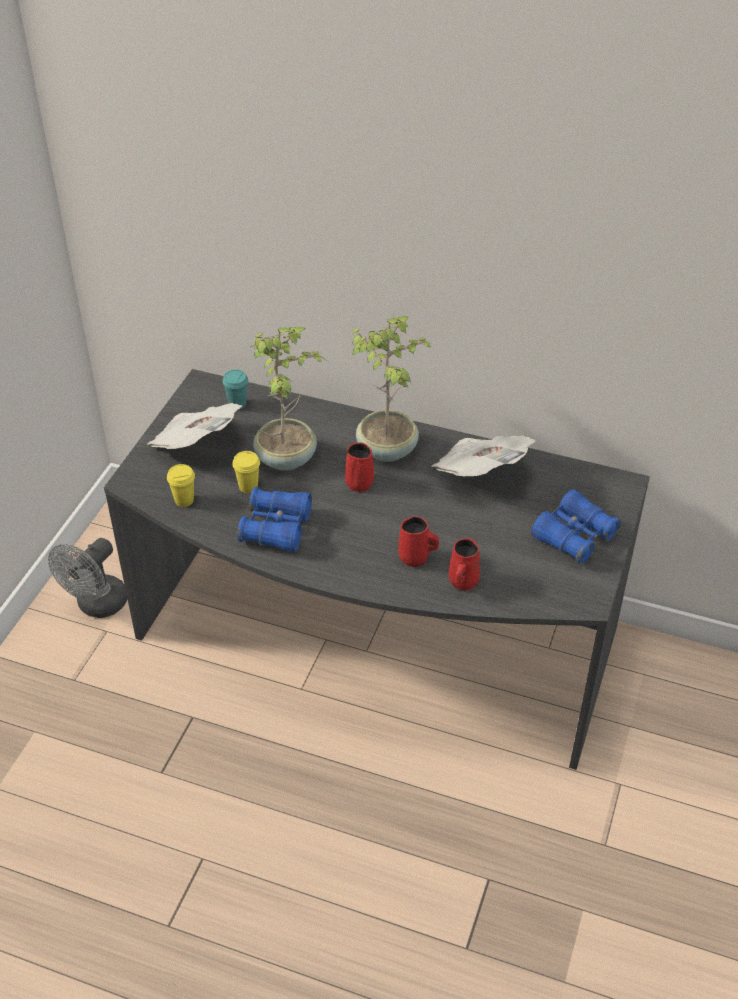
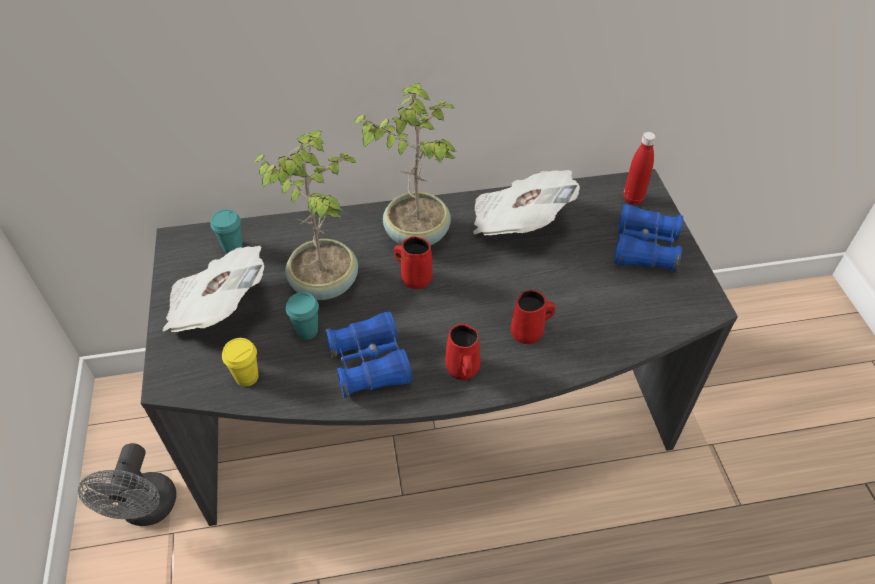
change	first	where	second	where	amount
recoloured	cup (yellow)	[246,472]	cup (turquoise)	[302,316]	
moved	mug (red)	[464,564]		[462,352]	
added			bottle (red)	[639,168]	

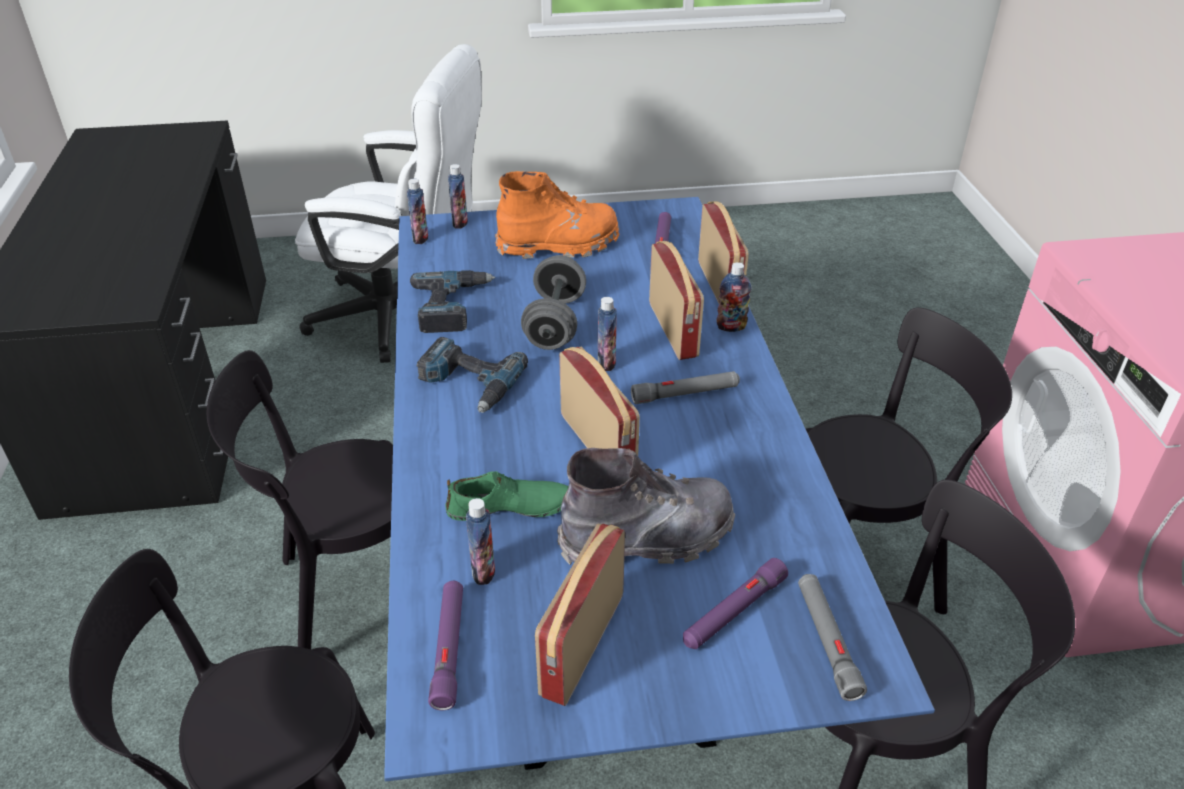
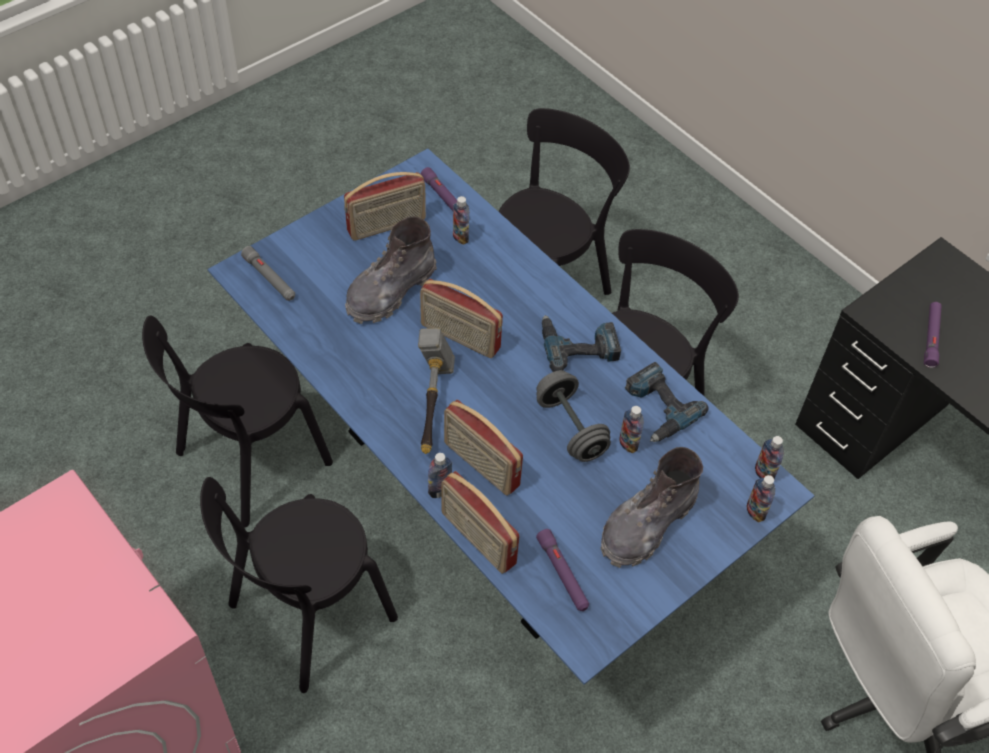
change	first	where	second	where	amount
turned	radio	[580,614]		[385,206]	75 degrees clockwise
replaced	flashlight (grey)	[685,387]	hammer	[436,391]	
recoloured	boot (orange)	[557,215]	boot (grey)	[651,507]	
moved	bottle	[607,334]		[631,429]	
moved	flashlight (purple)	[735,603]		[933,335]	
removed	shoe (green)	[507,496]			

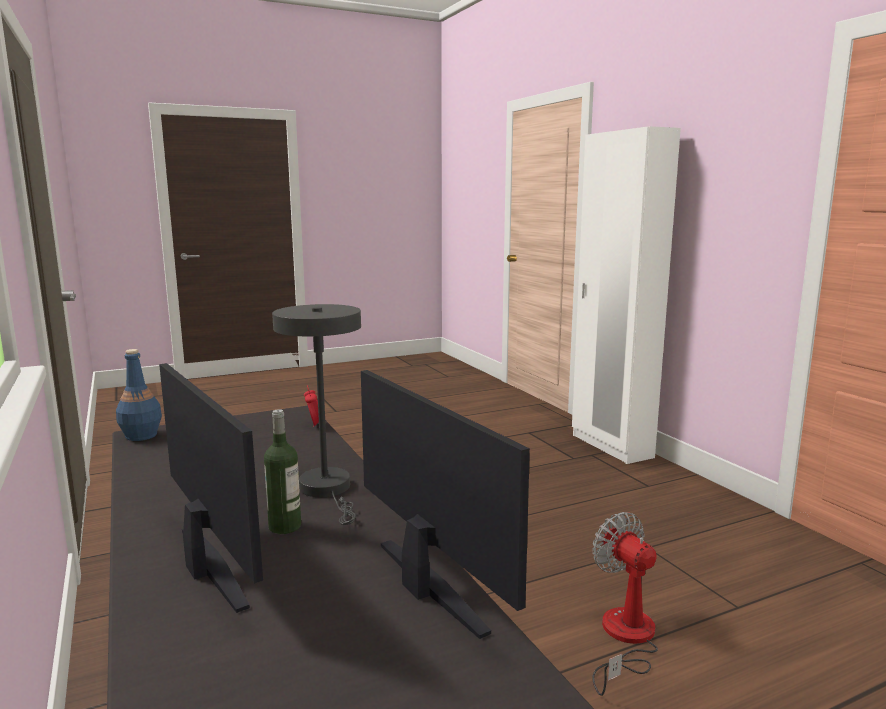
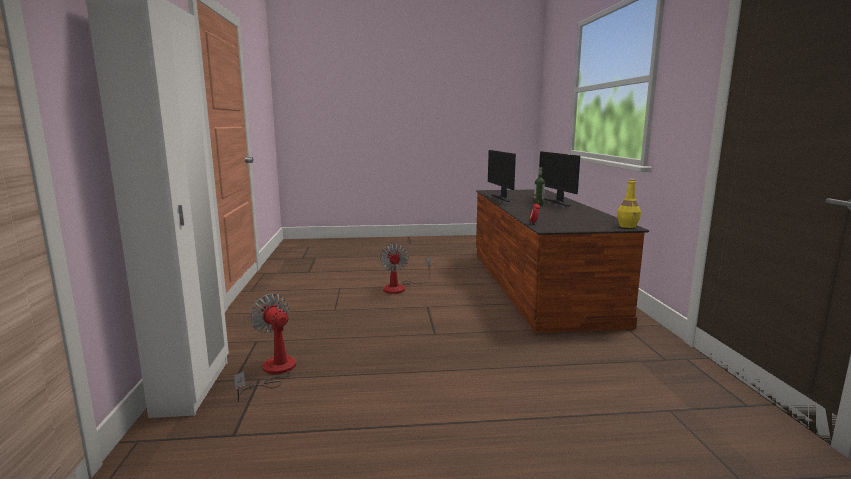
change	first	where	second	where	amount
added			fan	[265,347]	
recoloured	bottle (blue)	[139,395]	bottle (yellow)	[629,203]	
removed	table lamp (grey)	[316,414]			

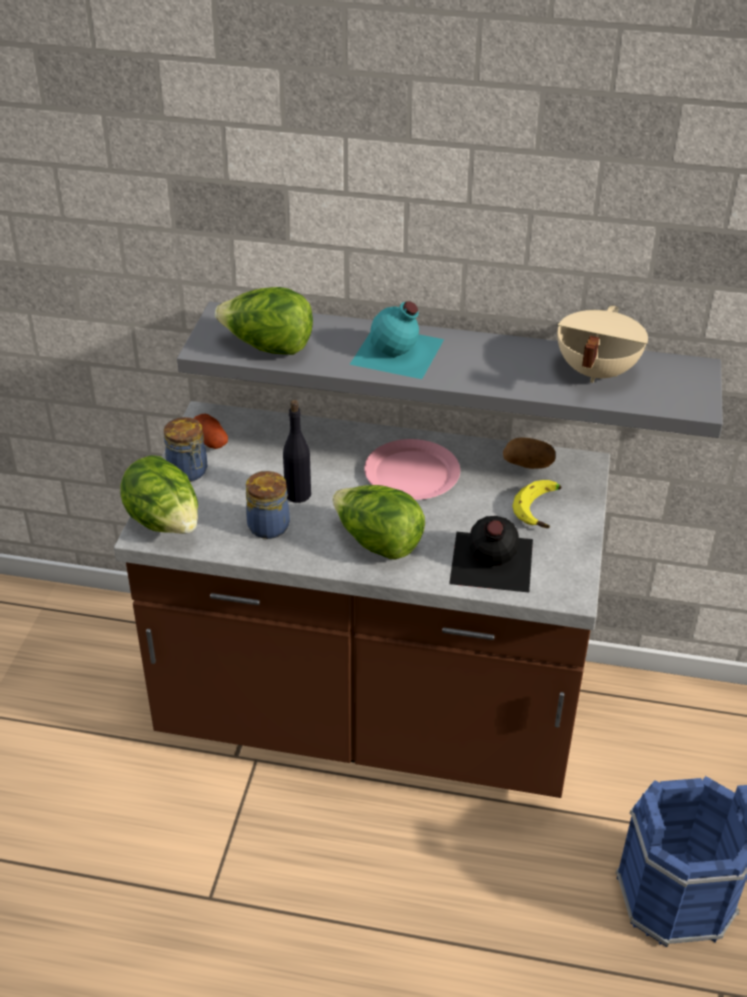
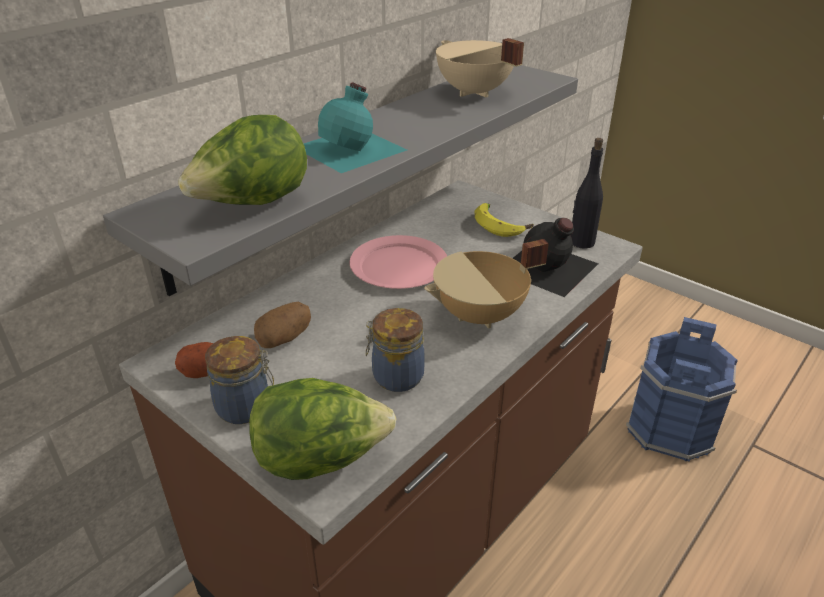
change	first	where	second	where	amount
moved	potato	[529,453]		[282,325]	
replaced	lettuce	[378,522]	cooking pot (beige)	[486,284]	
moved	bottle (black)	[297,451]		[586,193]	

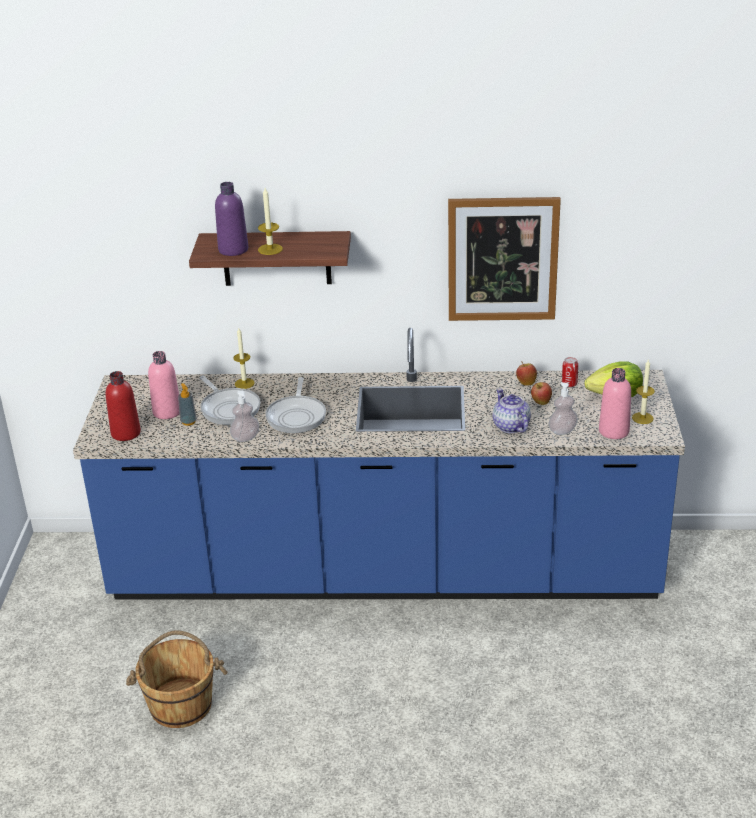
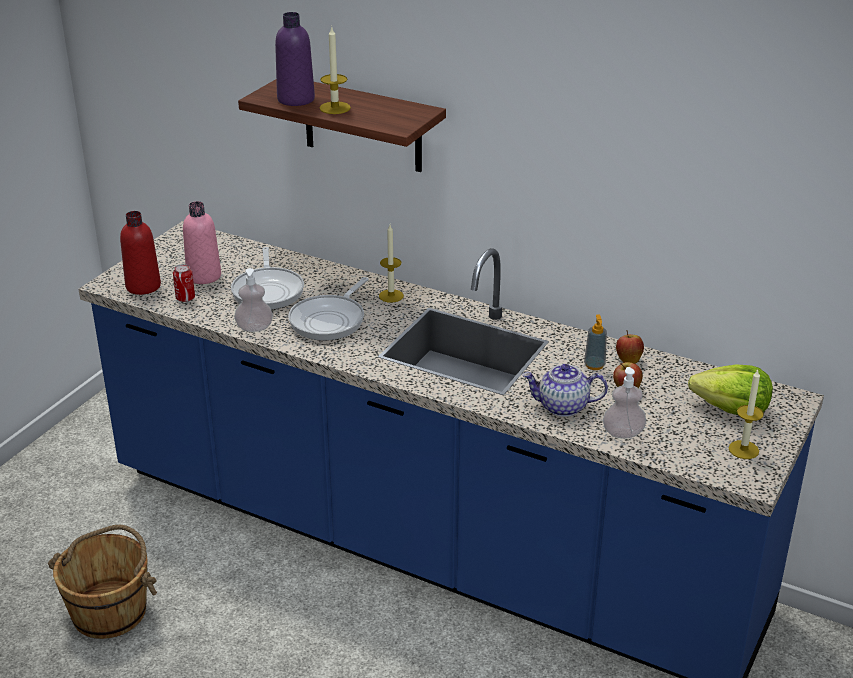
change	first	where	second	where	amount
moved	can	[570,372]		[184,283]	
moved	candle	[244,358]		[391,264]	
turned	teapot	[512,410]		[565,390]	90 degrees counterclockwise
moved	soap dispenser	[187,404]		[595,342]	
removed	picture	[504,259]			
removed	bottle (pink)	[615,403]			

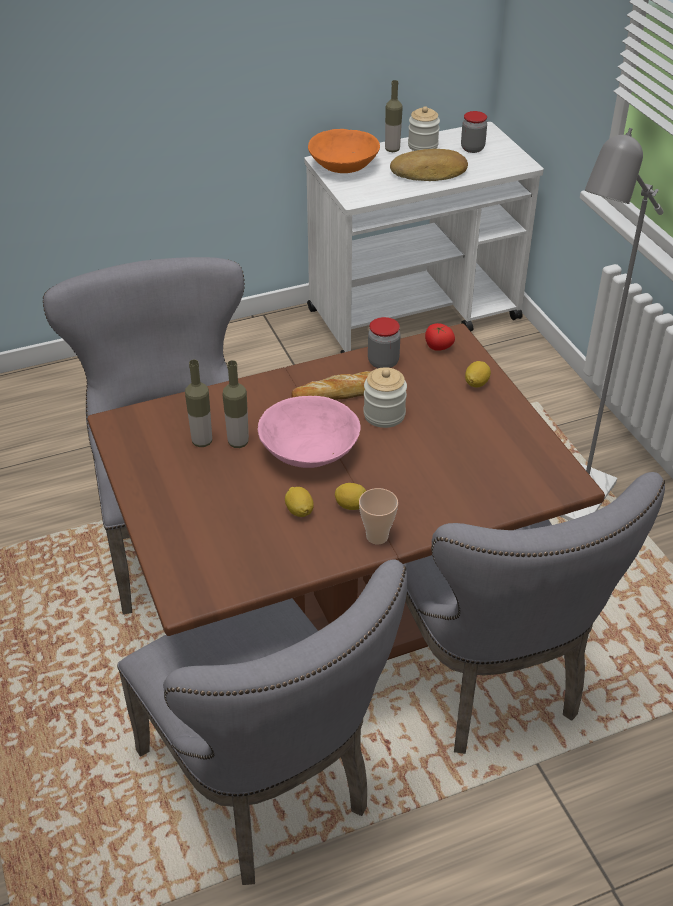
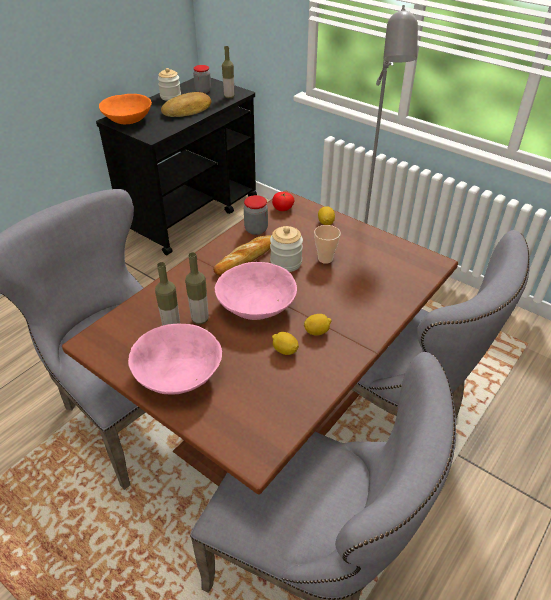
change	first	where	second	where	amount
recoloured	cart (white)	[424,237]	cart (black)	[176,166]	
added			bowl (pink)	[175,359]	
moved	bottle	[394,116]		[228,72]	
moved	cup	[378,516]		[327,244]	

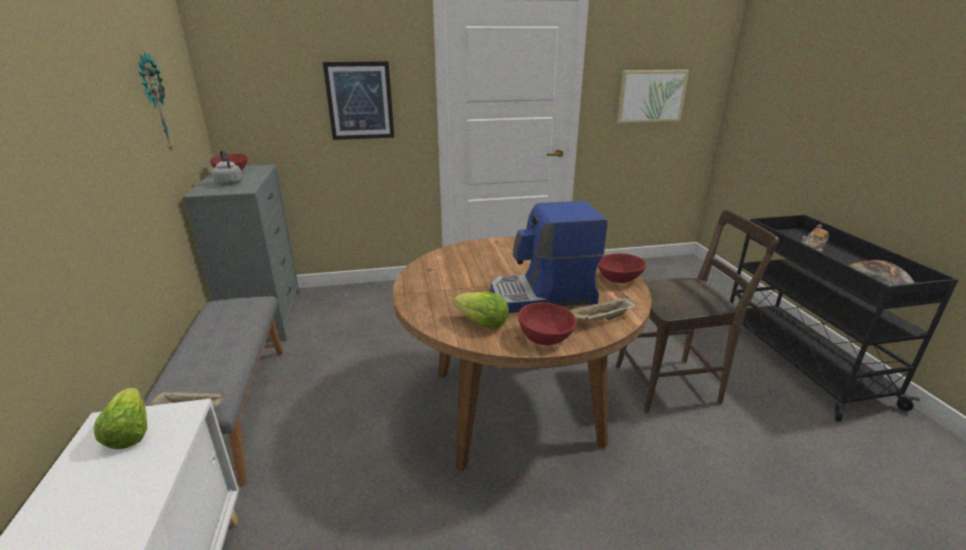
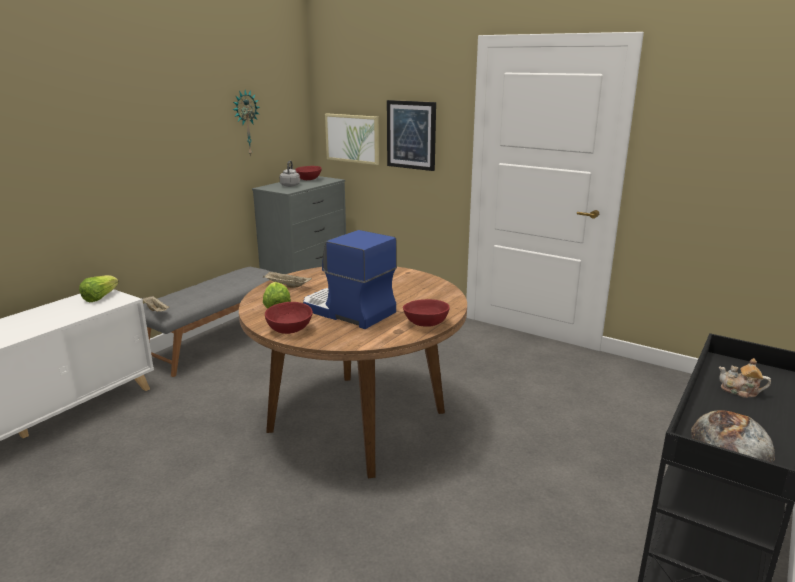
change	first	where	second	where	amount
moved	tray (beige)	[603,308]		[287,279]	
moved	picture	[653,96]		[352,139]	
removed	chair (brown)	[697,311]			

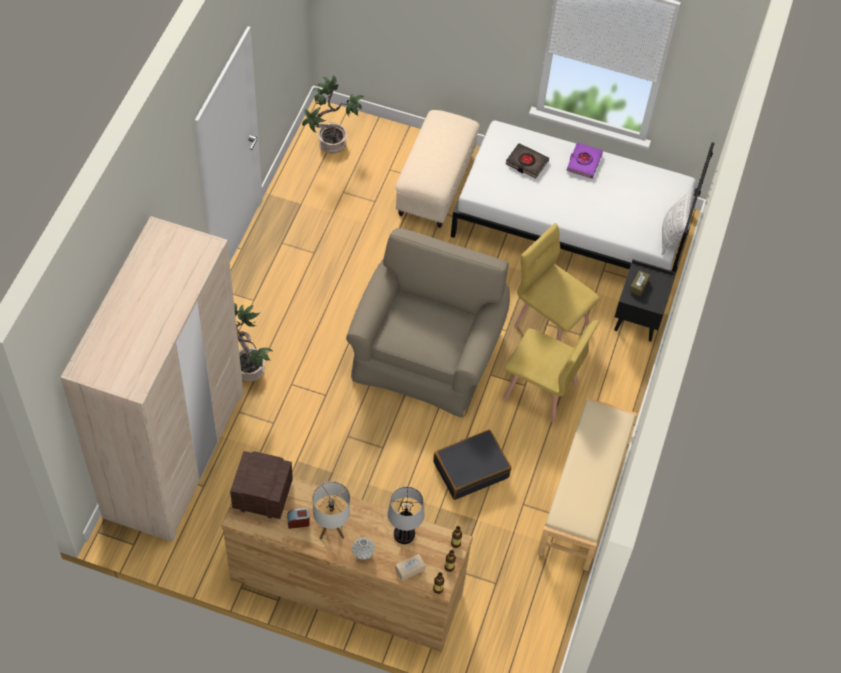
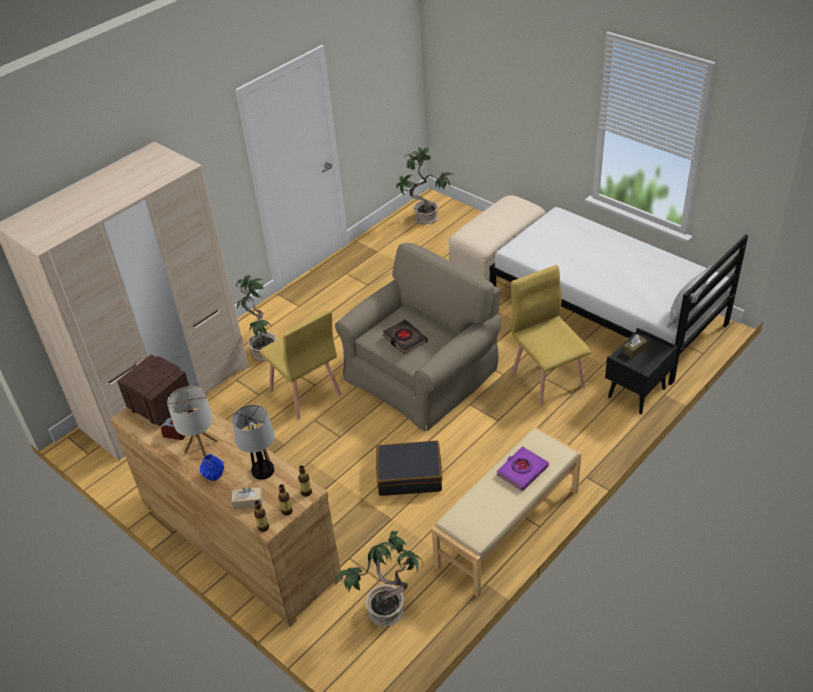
change	first	where	second	where	amount
recoloured	vase (grey)	[363,549]	vase (blue)	[212,467]	
moved	chair (yellow)	[551,372]		[300,365]	
added			potted plant	[379,579]	
moved	book (black)	[527,160]		[405,337]	
moved	book (purple)	[584,161]		[522,468]	

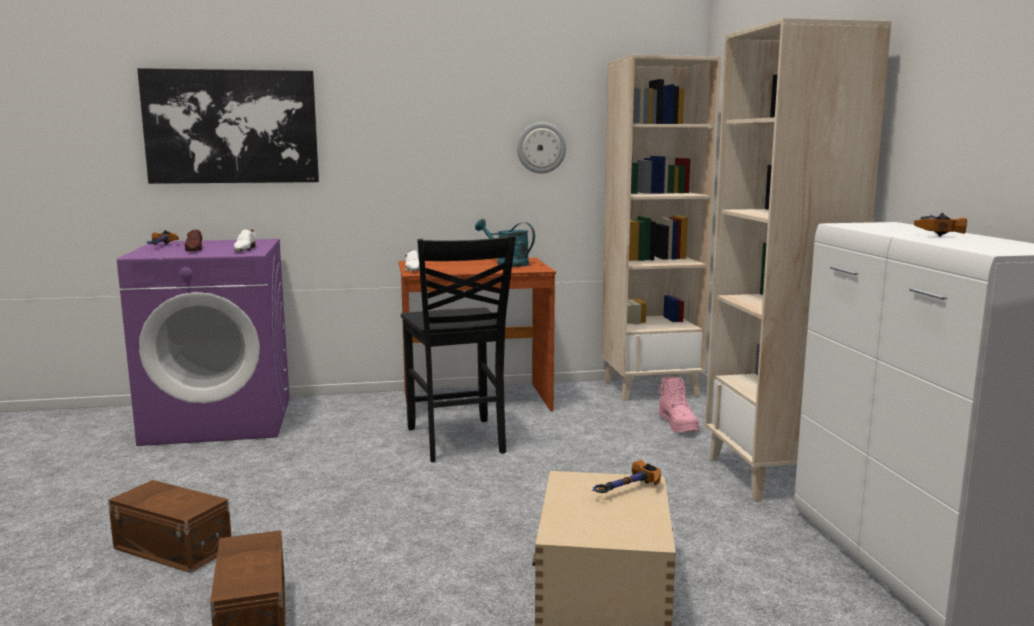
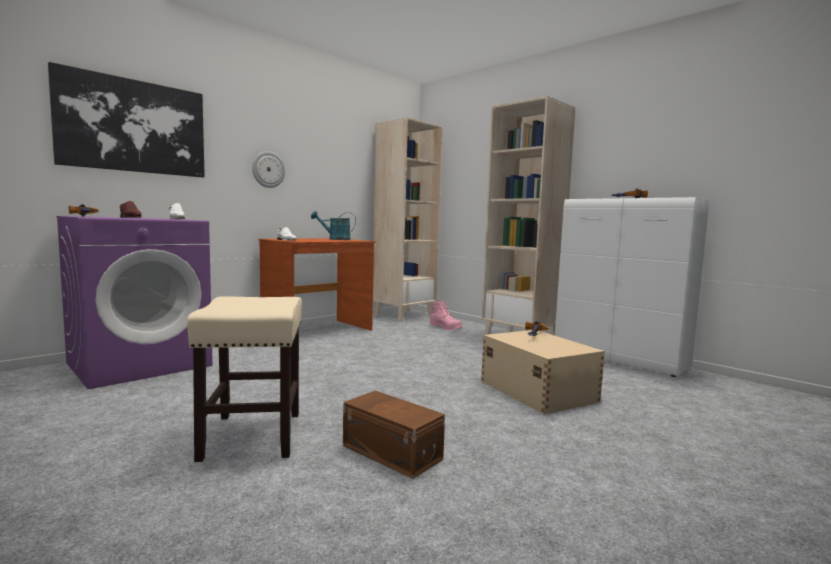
change	first	where	second	where	amount
replaced	storage box (brown)	[169,526]	stool (beige)	[244,379]	
moved	wall clock	[541,148]		[268,169]	
removed	chair (black)	[458,348]			

